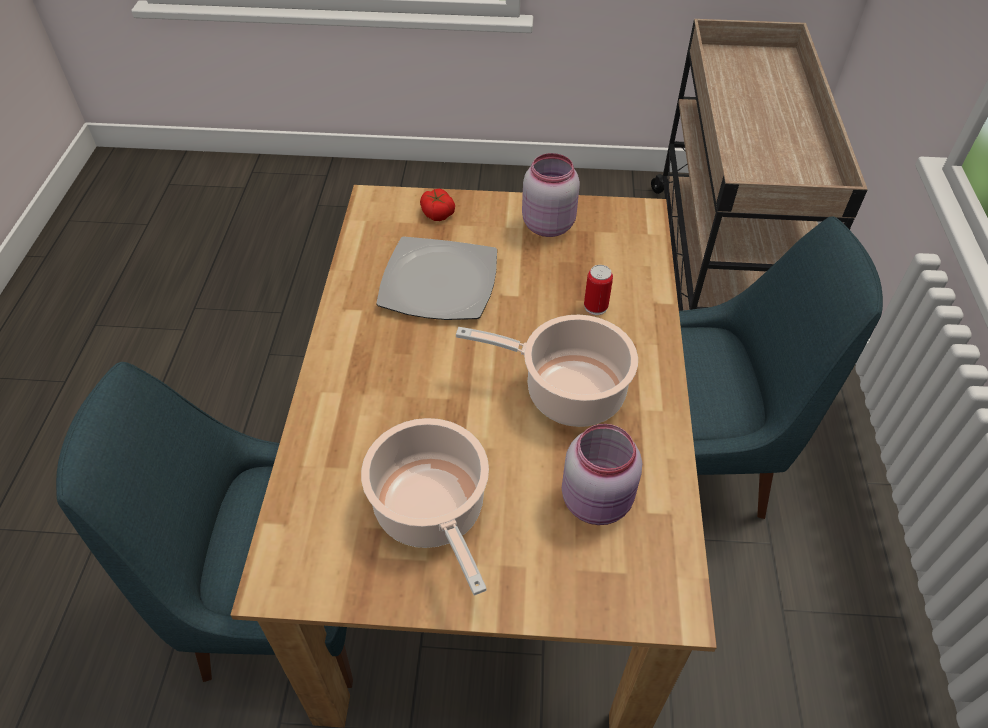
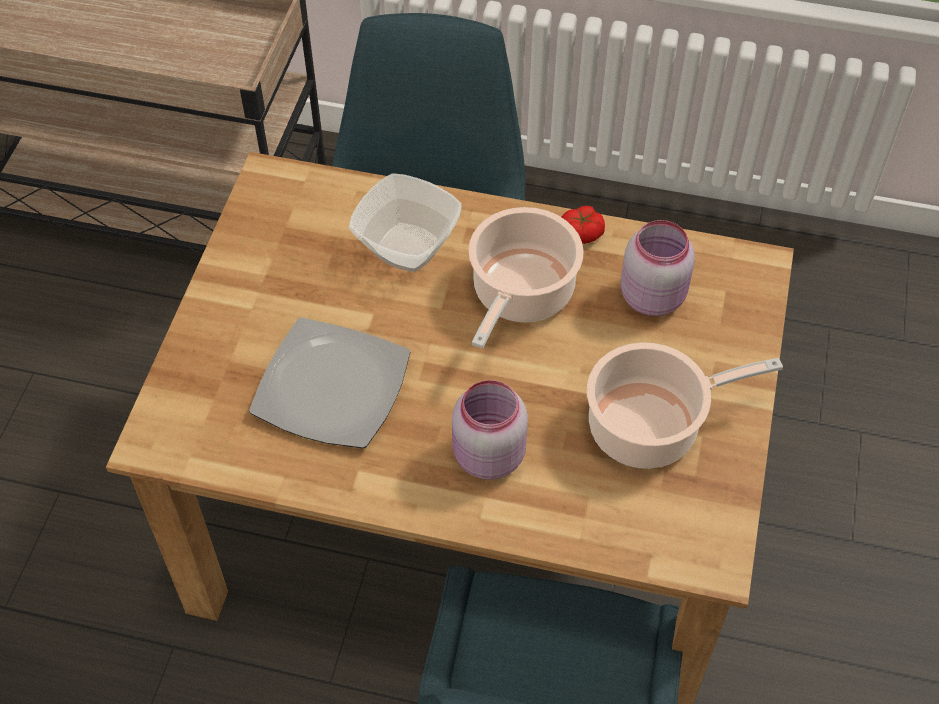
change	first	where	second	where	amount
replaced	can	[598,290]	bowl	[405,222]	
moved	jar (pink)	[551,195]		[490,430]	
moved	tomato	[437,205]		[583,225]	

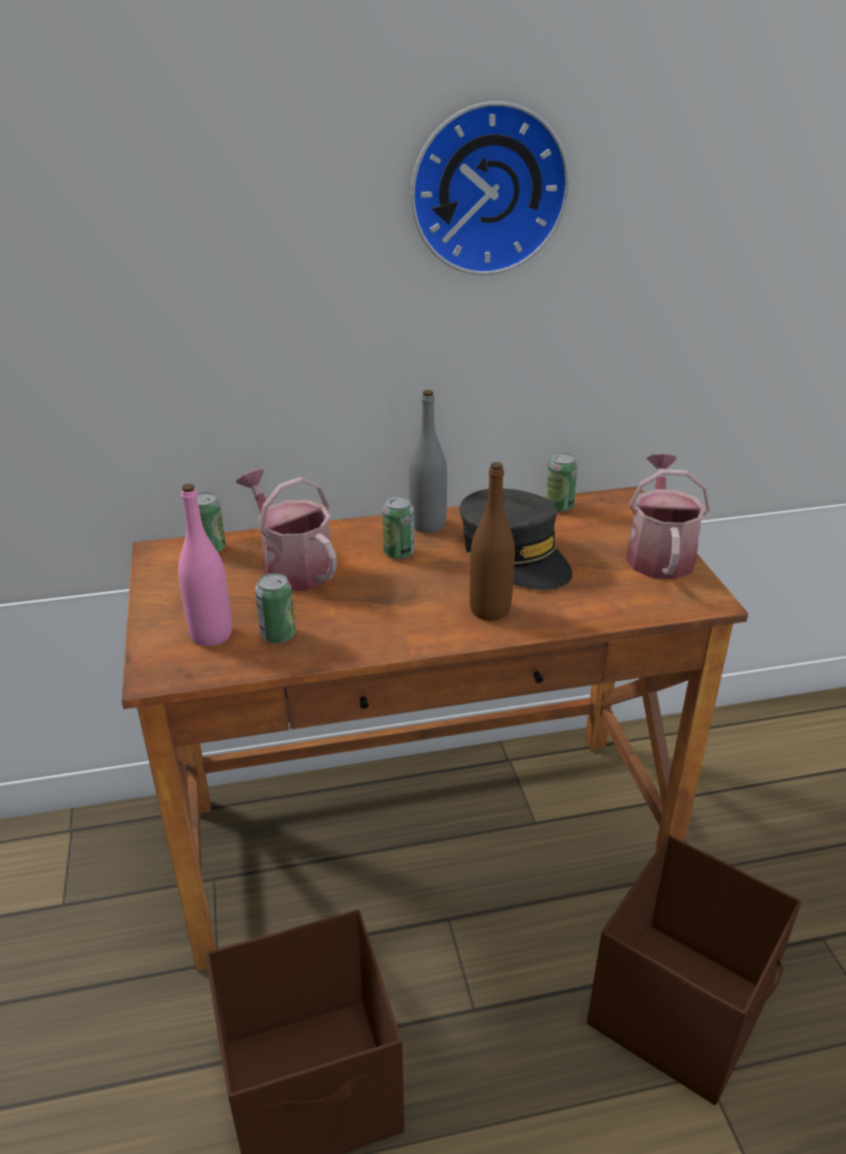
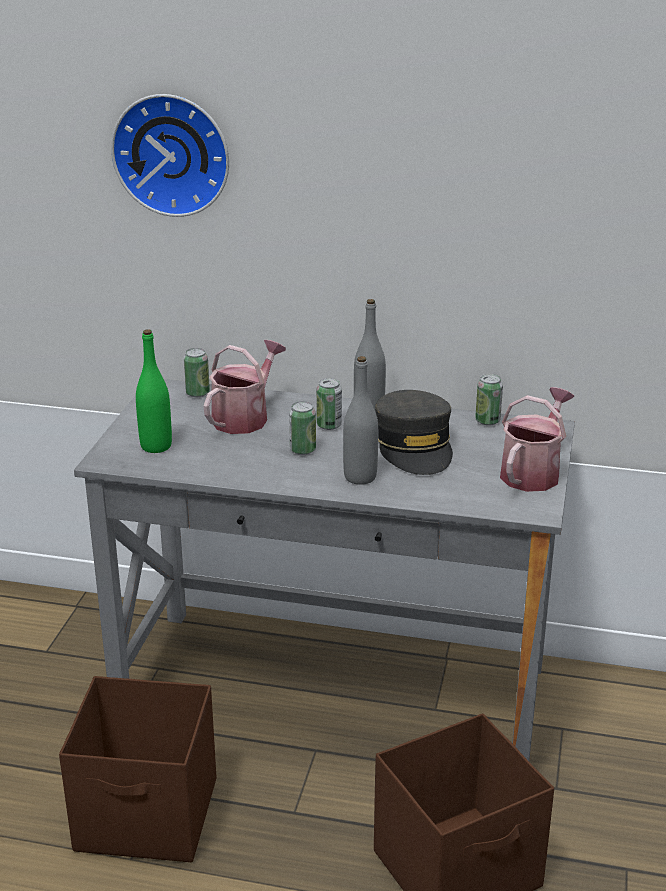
change	first	where	second	where	amount
recoloured	desk (brown)	[435,728]	desk (grey)	[324,570]	
moved	wall clock	[490,188]		[170,155]	
recoloured	bottle (pink)	[205,565]	bottle (green)	[154,391]	
turned	watering can	[286,530]		[245,387]	45 degrees clockwise
moved	can	[275,608]		[302,428]	
recoloured	bottle (brown)	[492,541]	bottle (grey)	[360,420]	

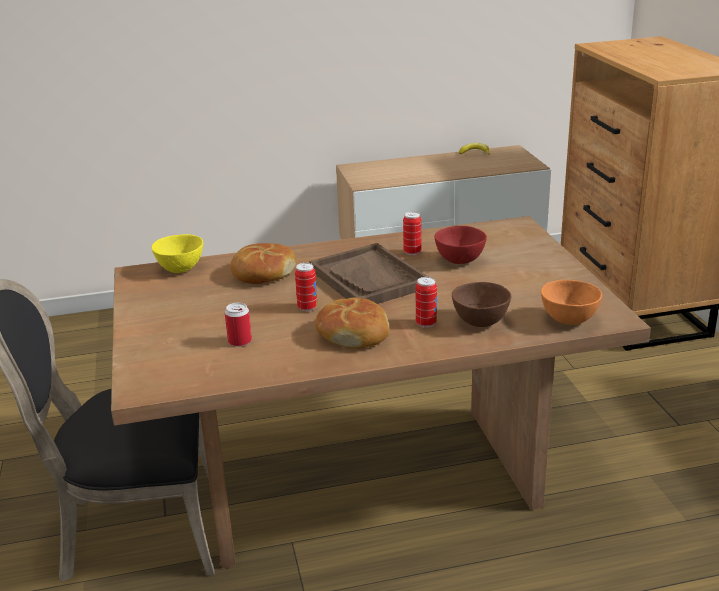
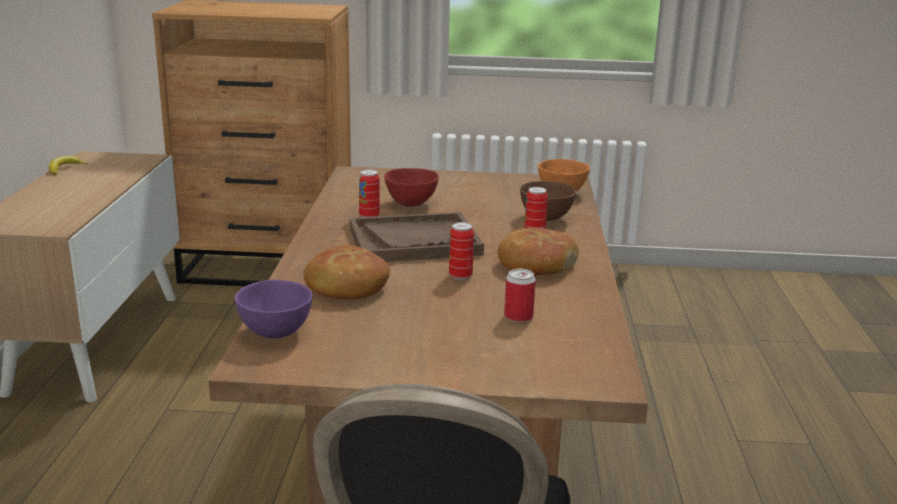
change	first	where	second	where	amount
recoloured	bowl (yellow)	[177,253]	bowl (purple)	[273,309]	

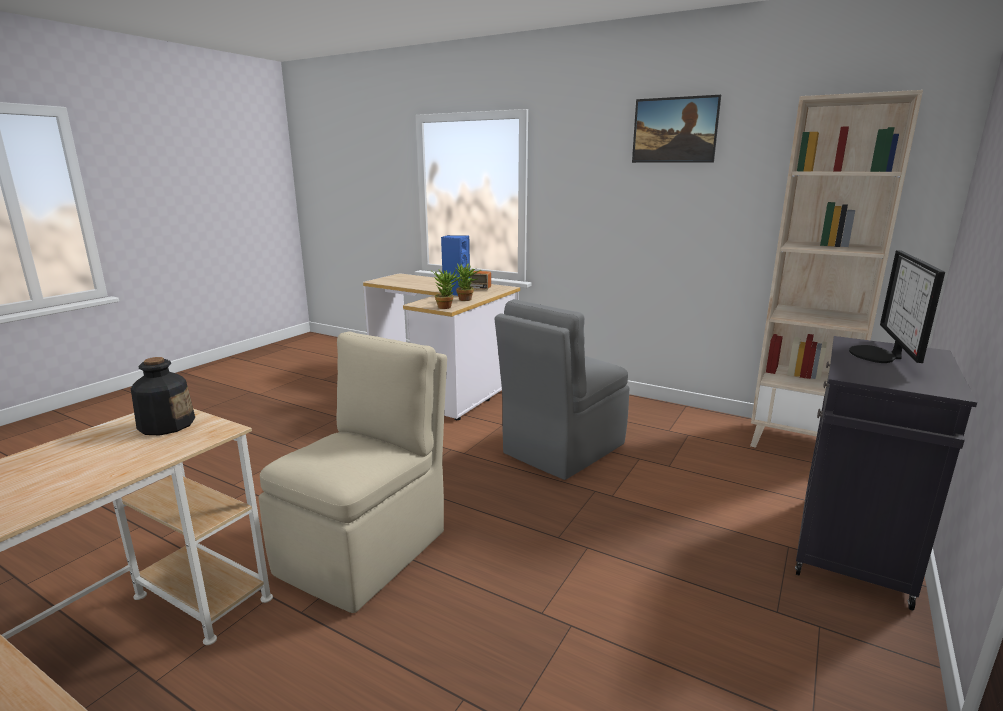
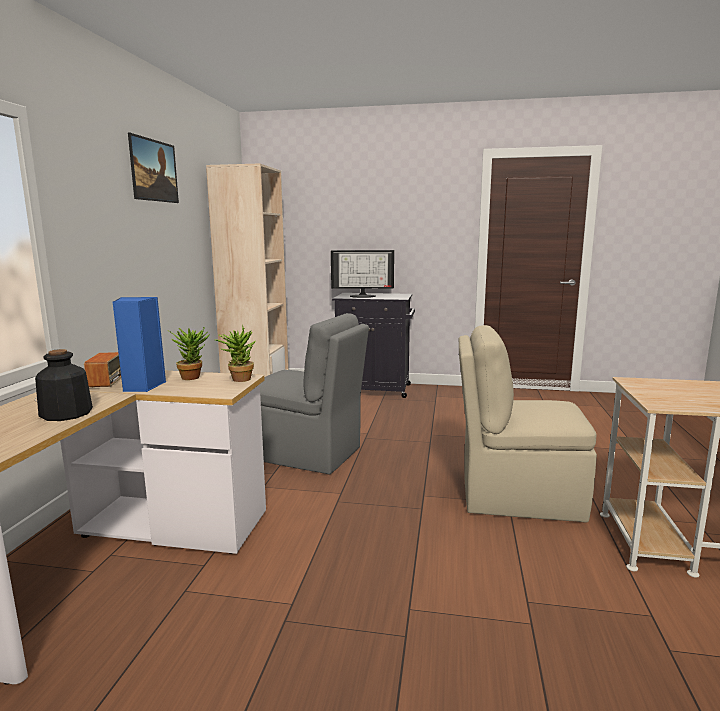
change	first	where	second	where	amount
moved	bottle	[163,396]		[64,385]	

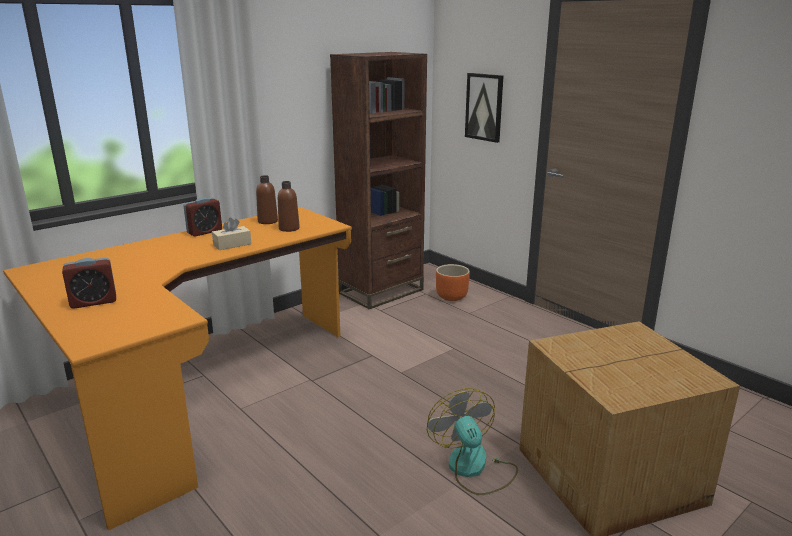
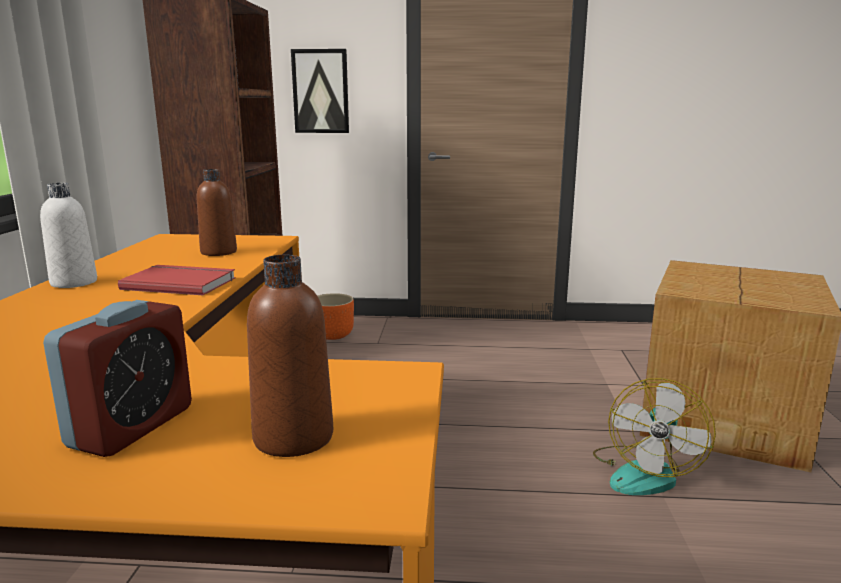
change	first	where	second	where	amount
replaced	alarm clock	[202,217]	bottle (white)	[68,235]	
replaced	tissue box (beige)	[231,234]	book (red)	[177,280]	
moved	bottle (brown)	[267,199]		[290,356]	
turned	fan	[472,441]		[654,436]	90 degrees counterclockwise

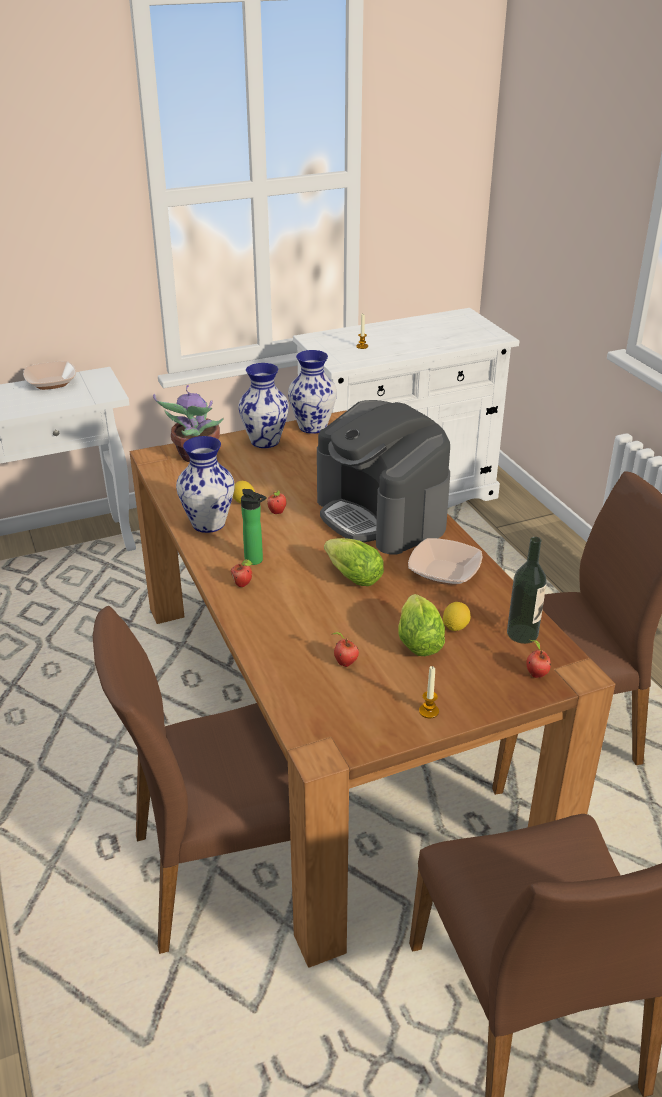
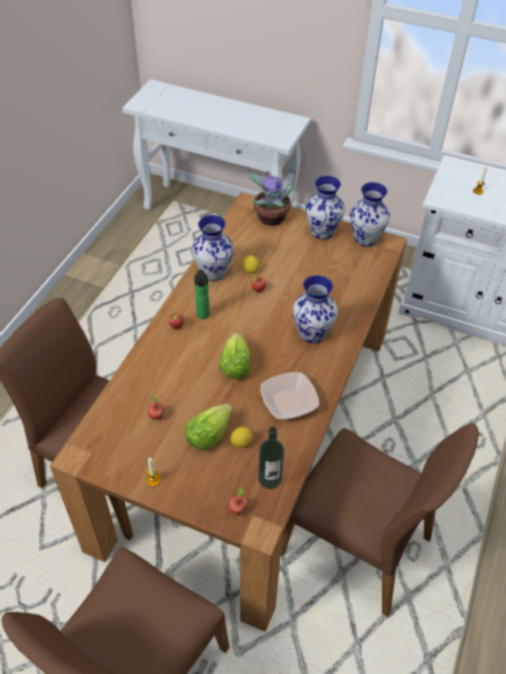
change	first	where	second	where	amount
replaced	coffee machine	[383,477]	vase	[315,309]	
removed	bowl	[49,375]			

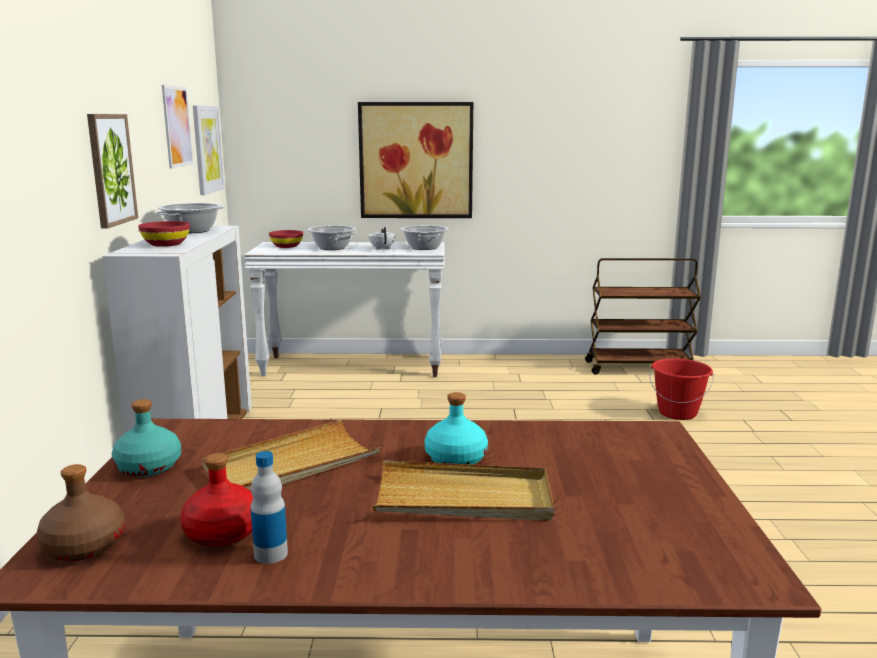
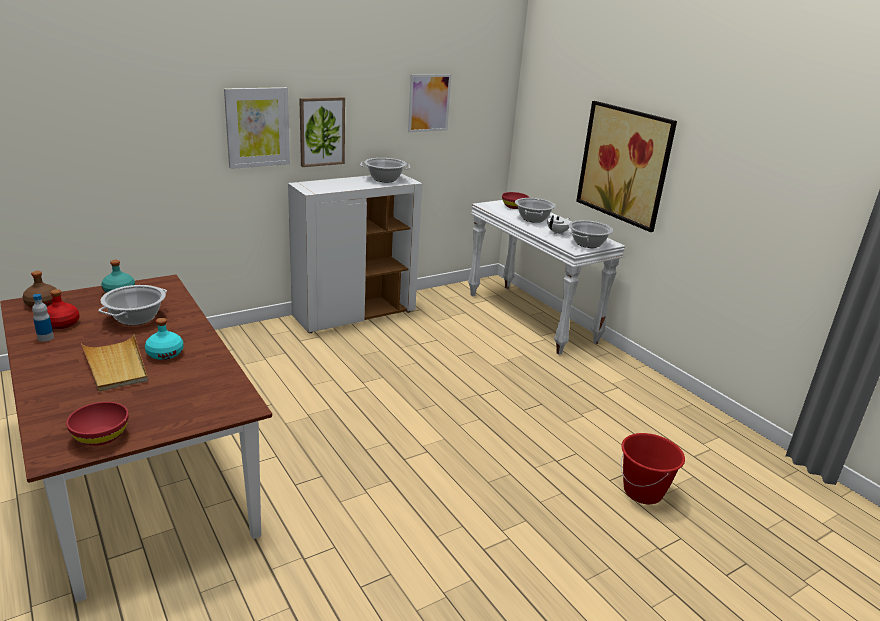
change	first	where	second	where	amount
moved	bowl (red)	[164,234]		[97,424]	
replaced	tray (beige)	[291,455]	cooking pot	[132,305]	
moved	picture	[209,150]		[257,128]	
removed	cart (brown)	[643,316]			

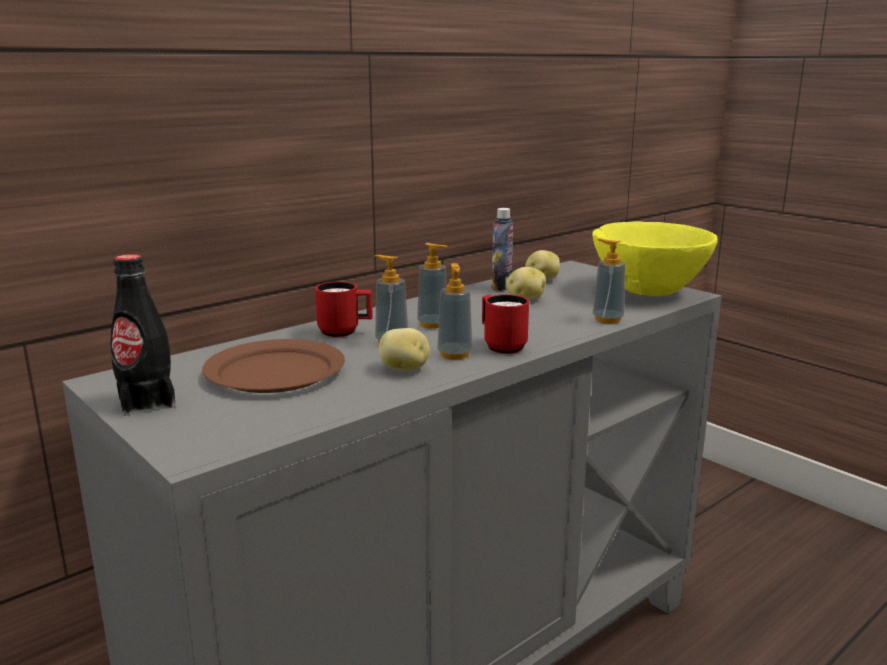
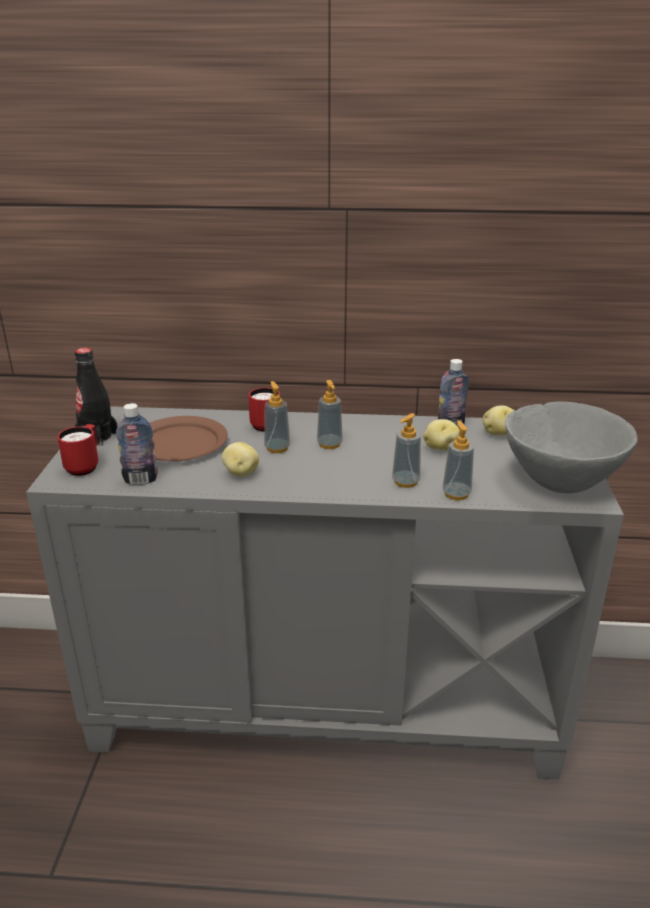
change	first	where	second	where	amount
moved	mug (red)	[505,324]		[77,450]	
added			bottle	[137,444]	
moved	soap dispenser	[454,311]		[406,450]	
recoloured	bowl (yellow)	[655,258]	bowl (grey)	[571,447]	

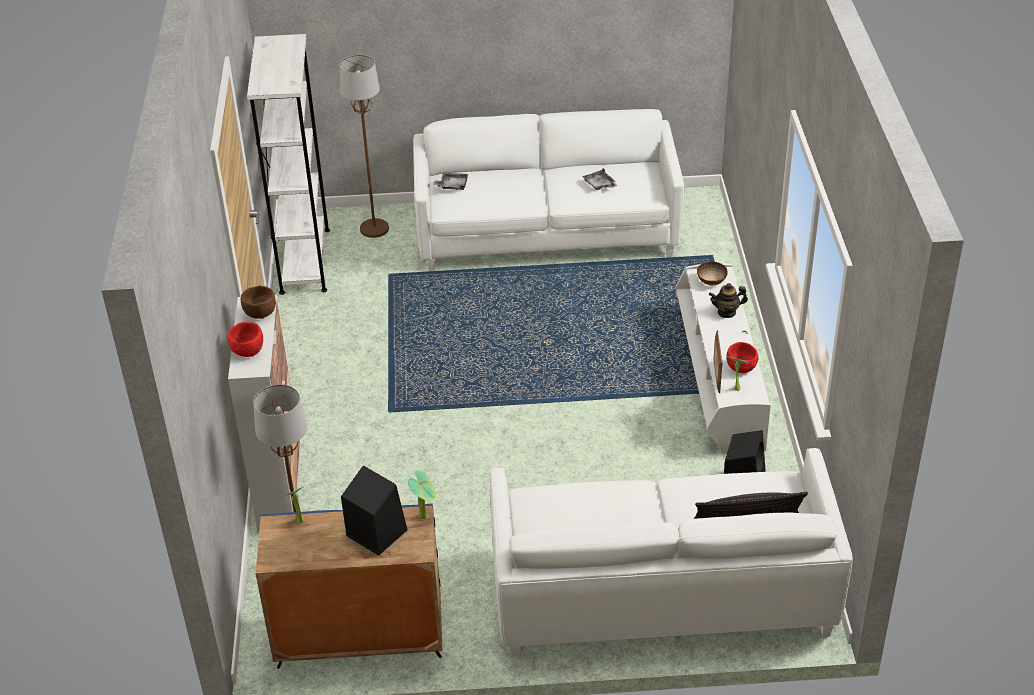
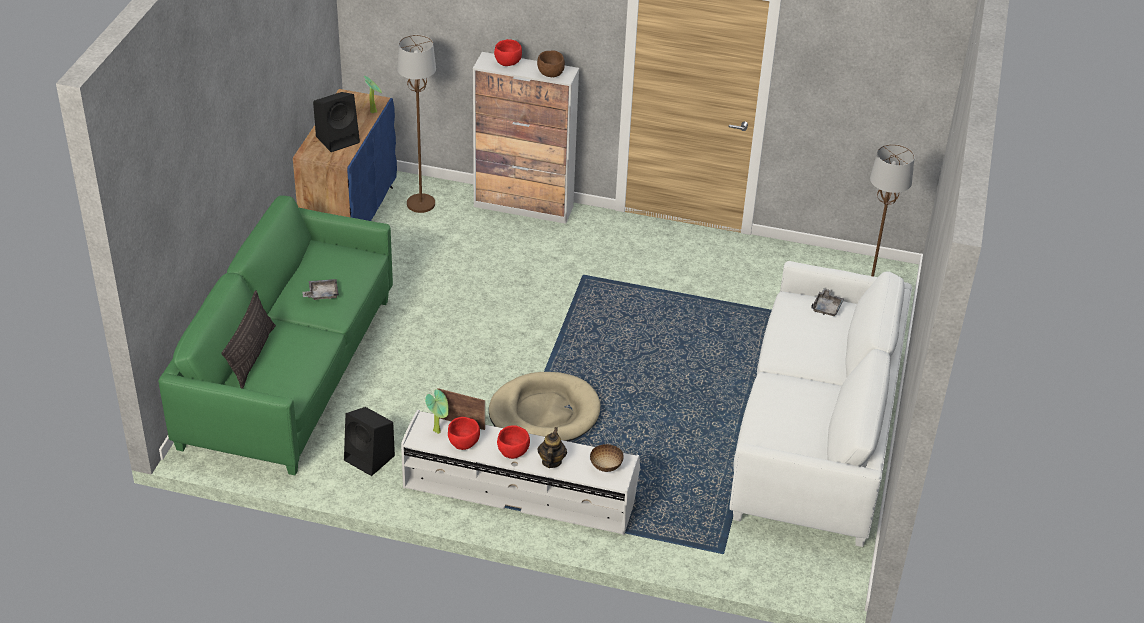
change	first	where	second	where	amount
recoloured	sofa (white)	[671,553]	sofa (green)	[275,335]	
moved	tray (grey)	[600,179]		[320,289]	
added			dog bed (beige)	[544,406]	
added			bowl (red)	[513,442]	
removed	bookcase (white)	[288,164]			
removed	potted plant	[422,495]			

